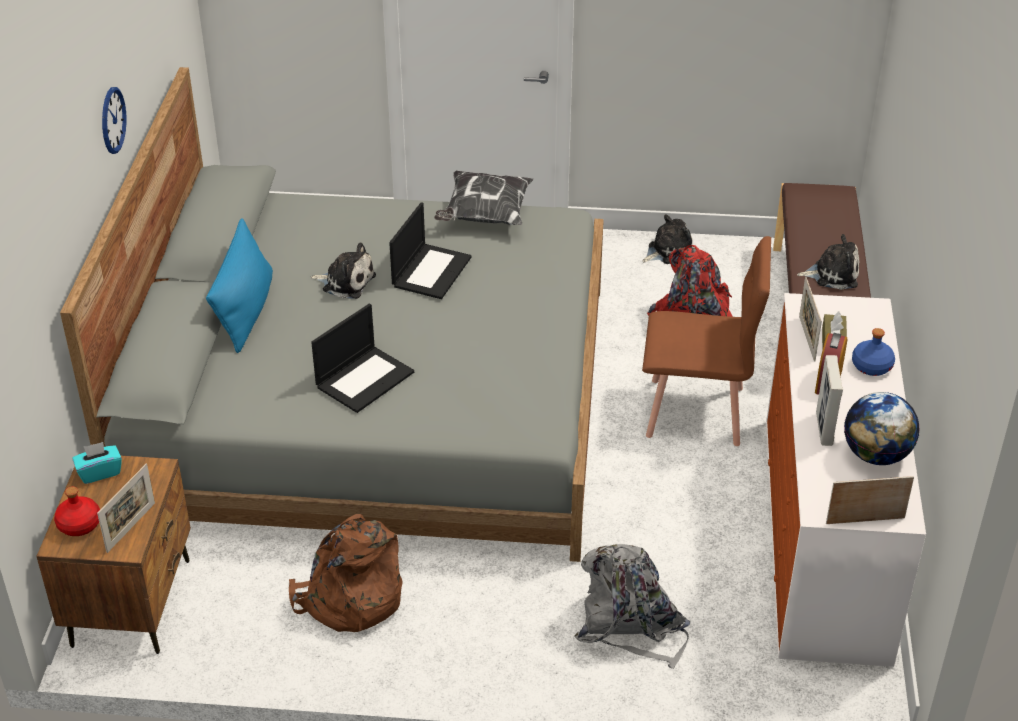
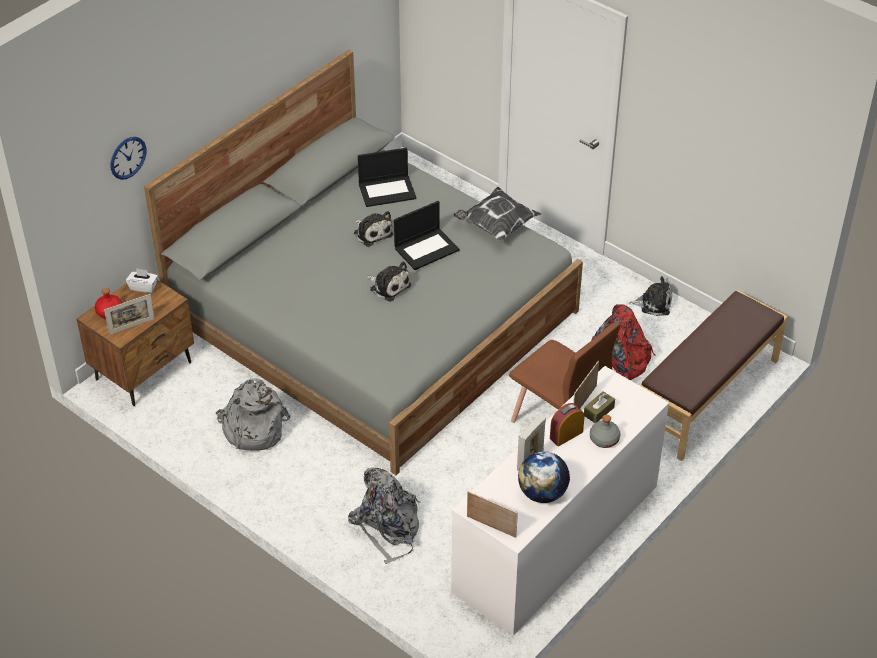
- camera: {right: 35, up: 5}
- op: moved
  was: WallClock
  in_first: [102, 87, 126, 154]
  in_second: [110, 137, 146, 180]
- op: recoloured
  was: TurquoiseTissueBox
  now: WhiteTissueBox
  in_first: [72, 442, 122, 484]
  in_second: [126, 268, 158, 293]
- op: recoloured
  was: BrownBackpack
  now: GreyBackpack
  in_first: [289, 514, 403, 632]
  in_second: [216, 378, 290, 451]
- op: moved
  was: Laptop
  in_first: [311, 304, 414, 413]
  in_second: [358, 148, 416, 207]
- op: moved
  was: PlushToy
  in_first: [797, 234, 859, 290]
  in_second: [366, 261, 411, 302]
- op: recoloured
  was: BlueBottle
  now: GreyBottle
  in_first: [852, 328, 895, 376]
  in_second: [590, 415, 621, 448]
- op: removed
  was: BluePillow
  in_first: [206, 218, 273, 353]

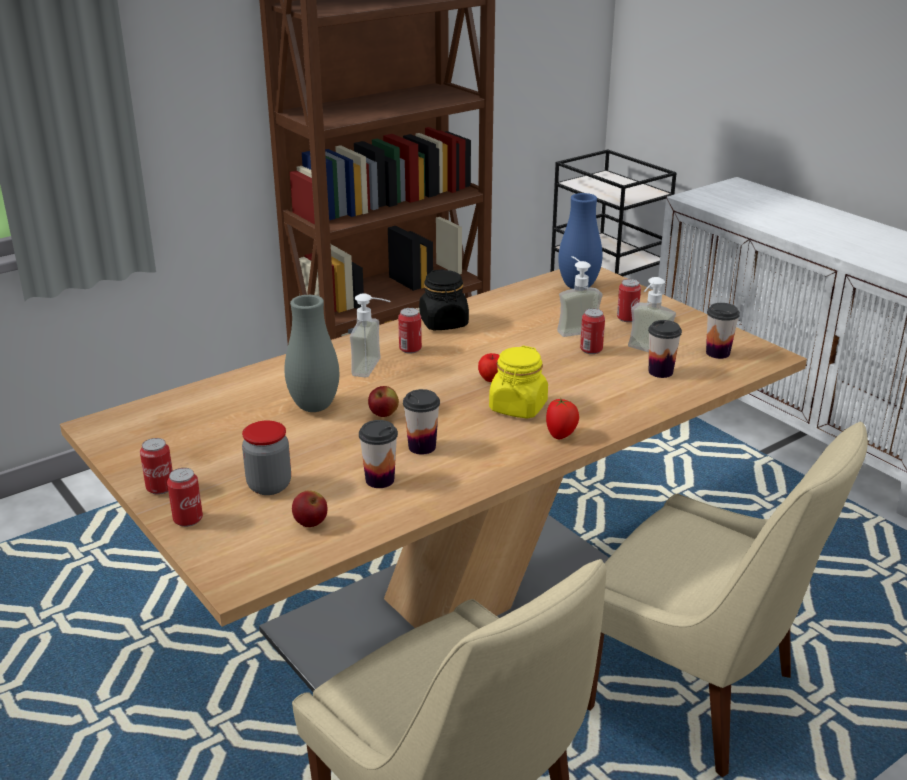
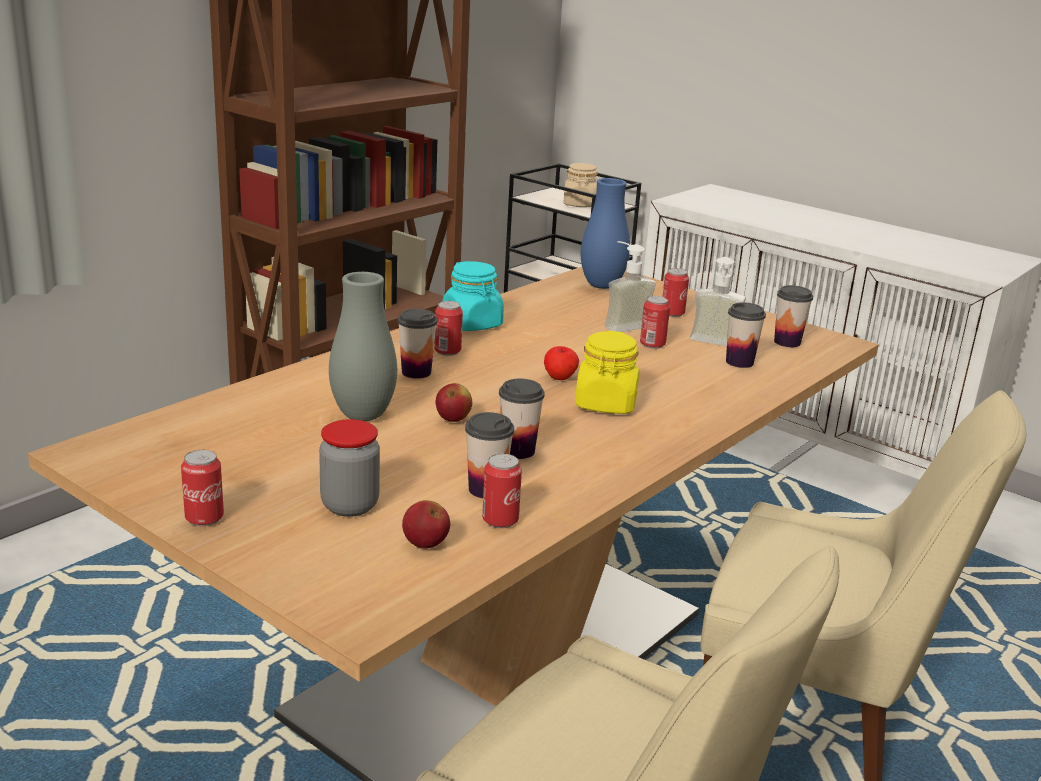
- camera: {right: -15, up: -5}
- op: replaced
  was: SoapDispenser
  now: Cup
  in_first: [350, 293, 391, 377]
  in_second: [398, 309, 437, 379]
- op: recoloured
  was: BlackJar
  now: TurquoiseJar
  in_first: [419, 269, 469, 330]
  in_second: [443, 261, 504, 331]
- op: moved
  was: Can
  in_first: [167, 468, 203, 527]
  in_second: [482, 454, 522, 528]
- op: added
  now: BeigeJar
  in_second: [563, 163, 598, 207]
- op: removed
  was: Tomato
  in_first: [546, 398, 579, 439]

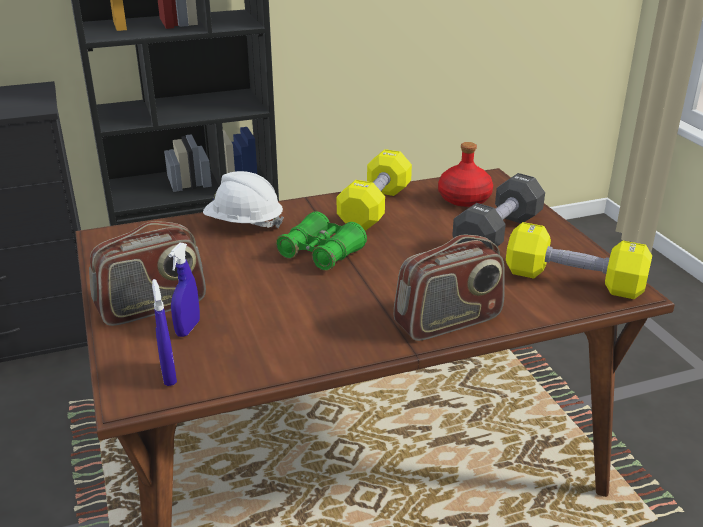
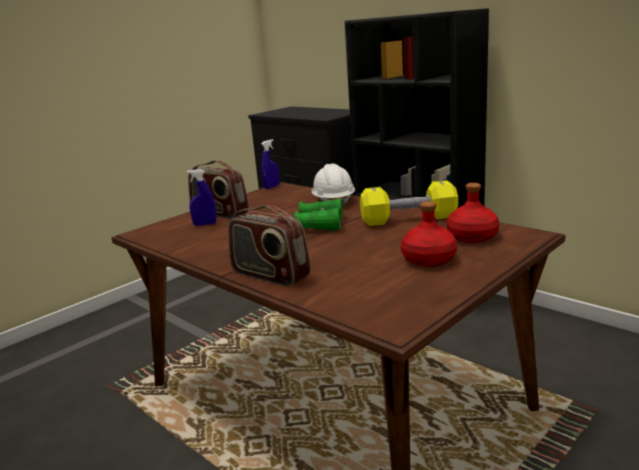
- camera: {right: 65, up: -10}
- op: moved
  was: BlueSprayBottle
  in_first: [152, 279, 177, 386]
  in_second: [261, 139, 280, 189]
- op: replaced
  was: BlackDumbbell
  now: RedBottle
  in_first: [452, 173, 545, 249]
  in_second: [401, 201, 457, 267]
- op: removed
  was: YellowDumbbell
  in_first: [506, 222, 652, 299]

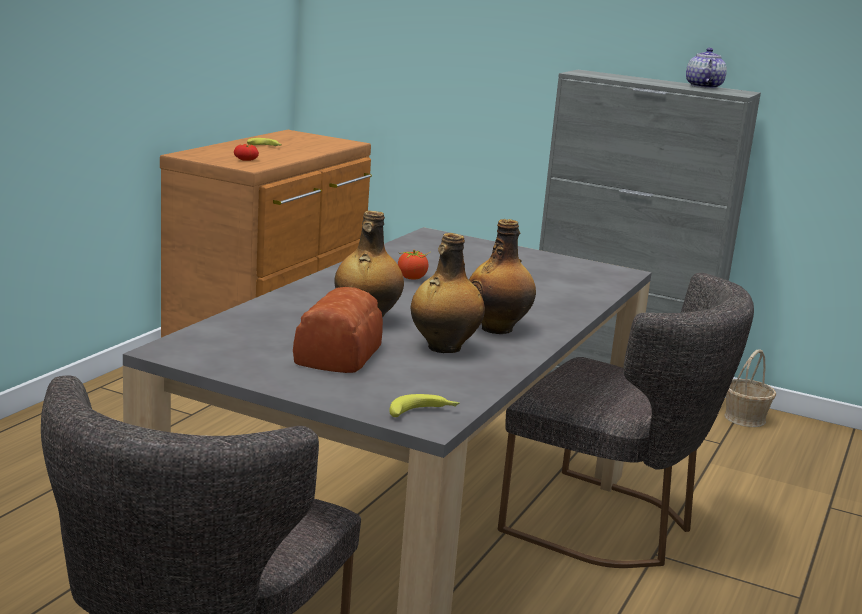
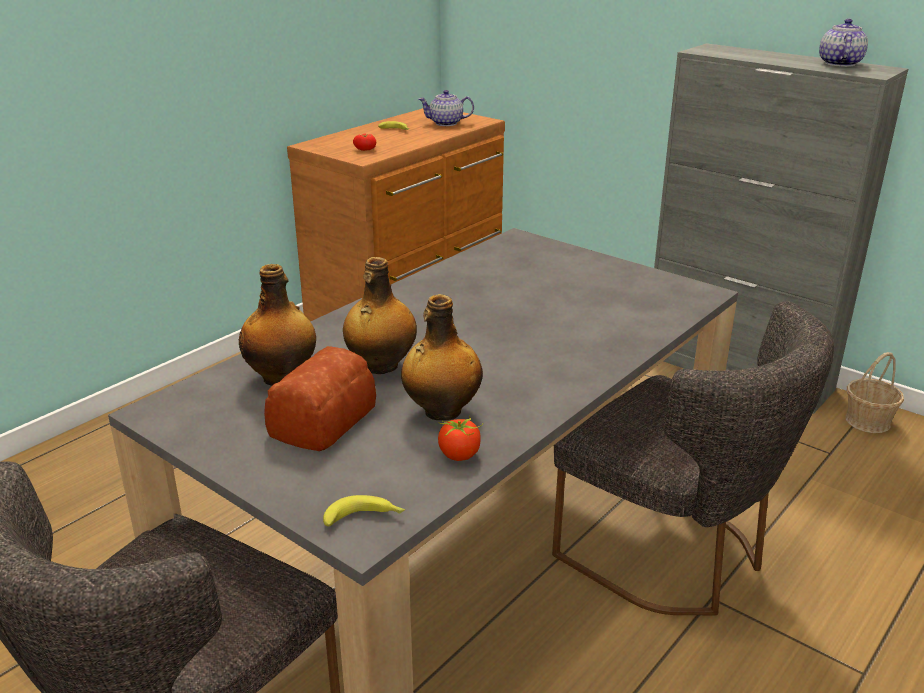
- camera: {right: 15, up: 10}
- op: moved
  was: Bottle
  in_first: [469, 219, 536, 334]
  in_second: [239, 264, 316, 386]
- op: added
  now: Teapot
  in_second: [418, 90, 474, 126]
- op: moved
  was: Tomato
  in_first: [398, 250, 431, 280]
  in_second: [438, 416, 483, 461]

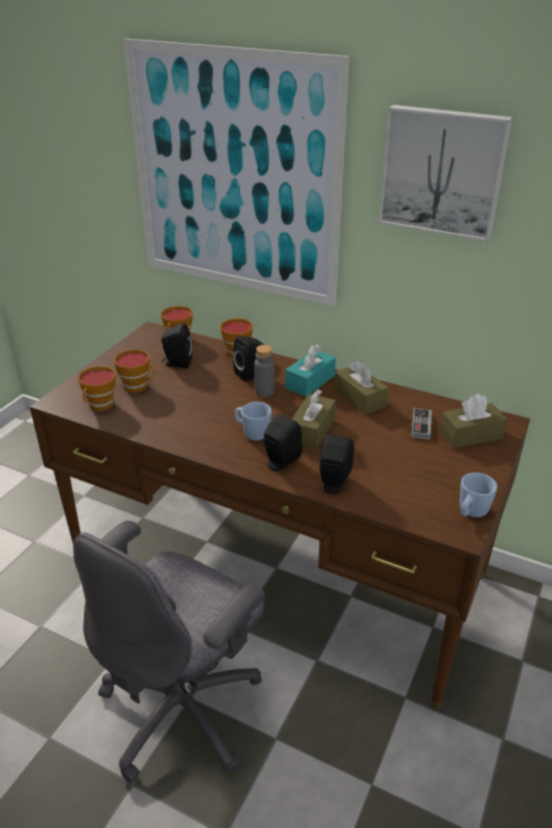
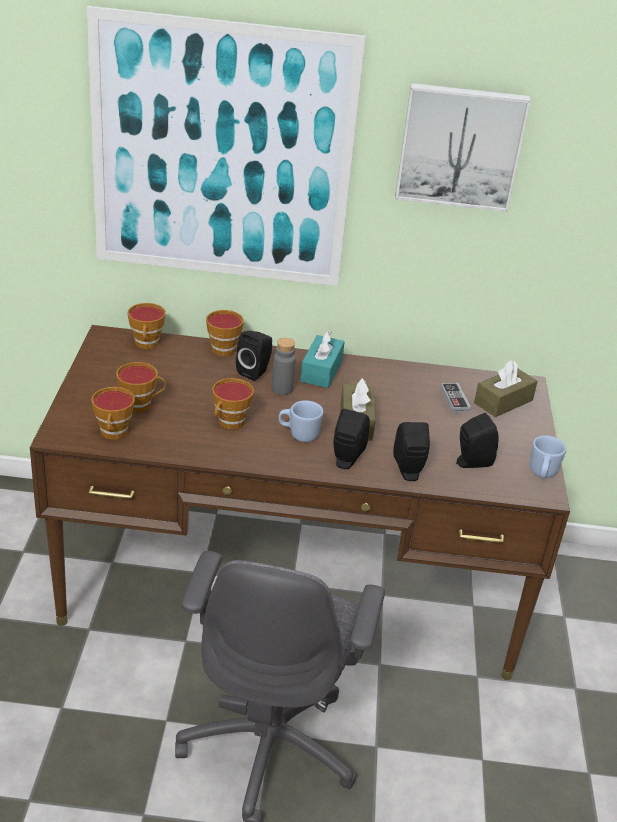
- camera: {right: -25, up: 0}
- op: added
  now: Cup
  in_second: [212, 378, 254, 429]
- op: moved
  was: BlackSpeaker
  in_first: [161, 323, 192, 368]
  in_second: [456, 413, 499, 468]
- op: removed
  was: BrownTissueBox
  in_first: [334, 360, 389, 415]

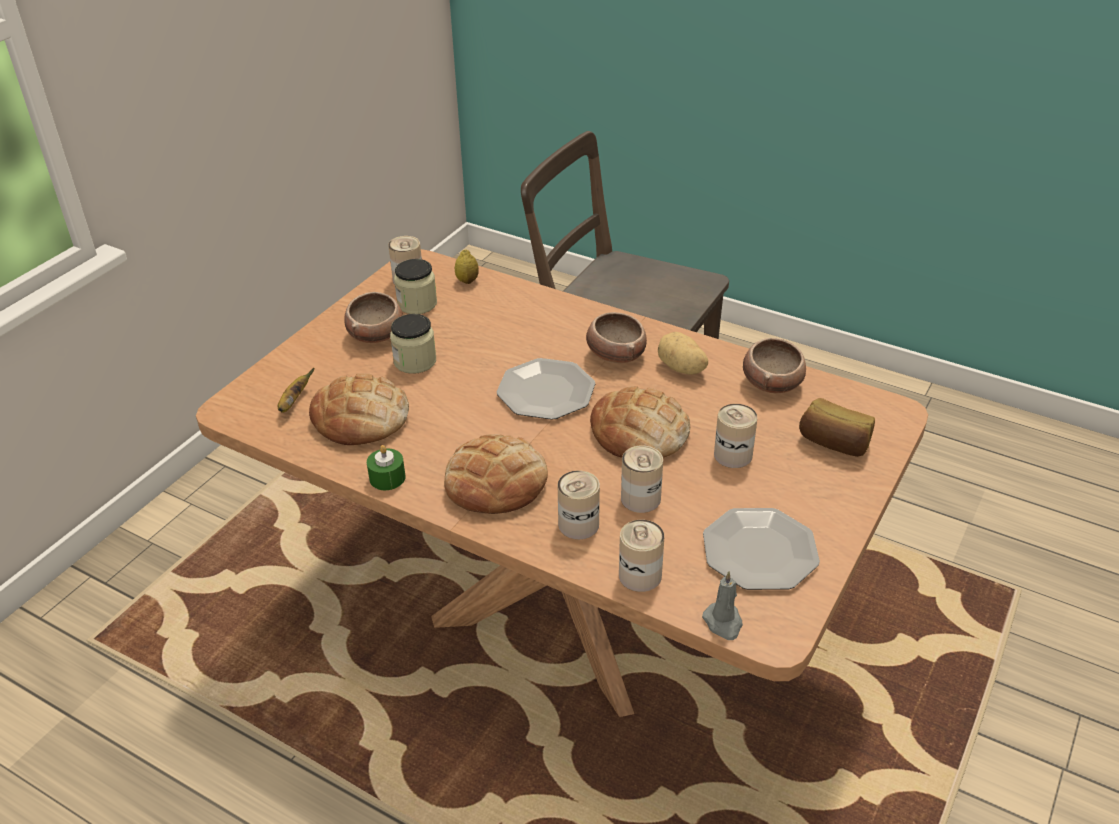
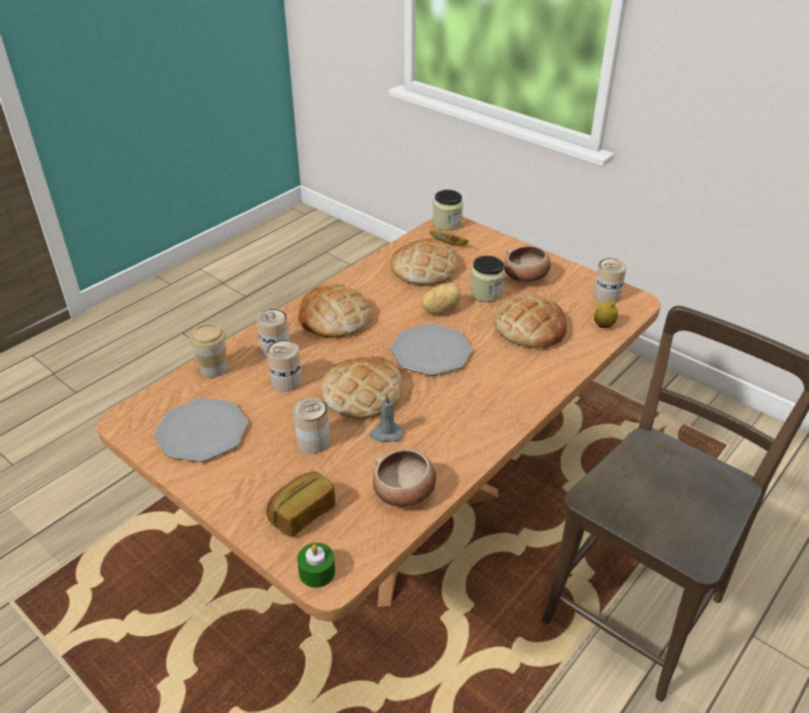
- camera: {right: 100, up: 0}
- op: replaced
  was: Can
  now: Cup
  in_first: [619, 520, 664, 592]
  in_second: [190, 324, 227, 378]
- op: moved
  was: GreenCandle
  in_first: [367, 445, 405, 490]
  in_second: [297, 543, 335, 588]
- op: moved
  was: GreyCandle
  in_first: [702, 571, 743, 640]
  in_second: [369, 394, 403, 442]
- op: moved
  was: Potato
  in_first: [658, 332, 708, 374]
  in_second: [421, 283, 461, 314]
- op: moved
  was: Jar
  in_first: [394, 259, 437, 314]
  in_second: [433, 190, 463, 231]
- op: added
  now: Bread
  in_second: [494, 294, 567, 348]
- op: removed
  was: Bowl
  in_first: [586, 312, 647, 363]

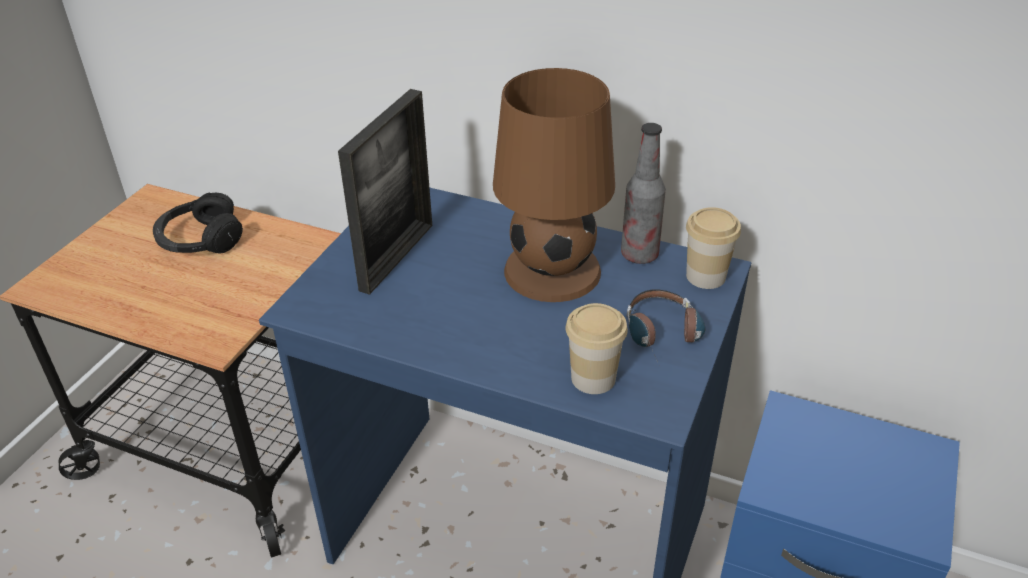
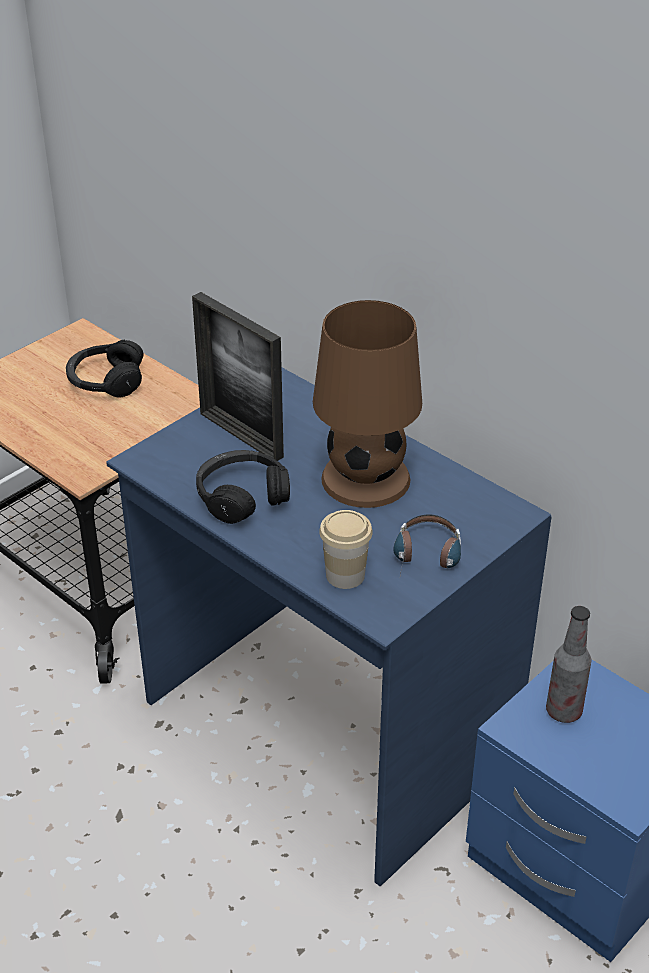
- camera: {right: 20, up: 0}
- op: turned
  was: PictureFrame
  in_first: [338, 89, 432, 295]
  in_second: [192, 292, 284, 461]
  clockwise: 90
- op: added
  now: BlackHeadphones
  in_second: [196, 450, 290, 524]
- op: moved
  was: Bottle
  in_first: [621, 123, 666, 264]
  in_second: [546, 606, 592, 723]
- op: removed
  was: Cup
  in_first: [686, 207, 741, 289]

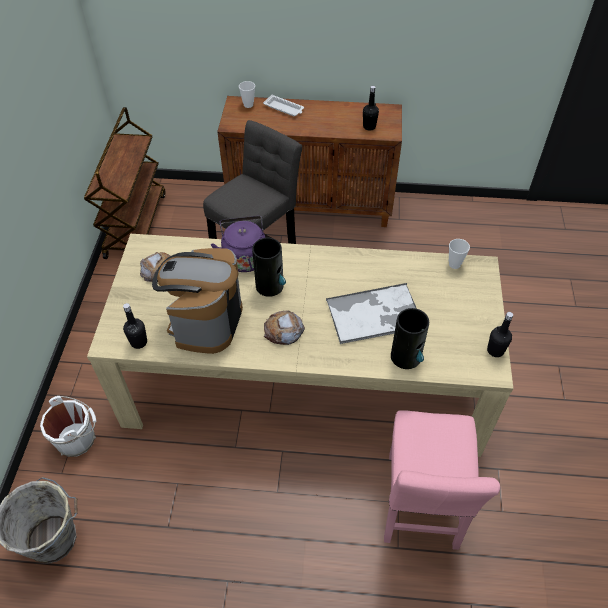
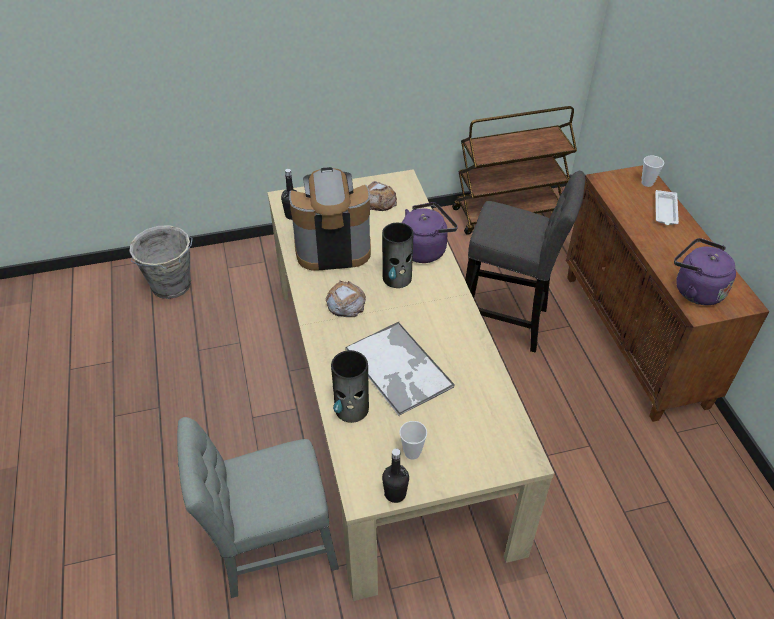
- camera: {right: 70, up: -5}
- op: recoloured
  was: PinkChair
  now: GreyChair
  in_first: [384, 410, 500, 550]
  in_second: [177, 417, 339, 598]
- op: moved
  was: Cup
  in_first: [449, 239, 470, 269]
  in_second: [399, 421, 427, 460]
- op: replaced
  was: BlackBottle
  now: PurpleKettle
  in_first: [363, 86, 379, 131]
  in_second: [674, 238, 736, 305]
- op: removed
  was: WhiteBucket
  in_first: [40, 396, 96, 457]

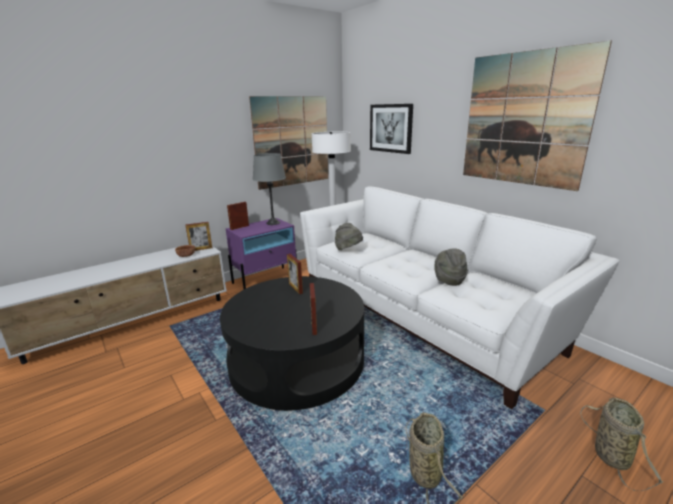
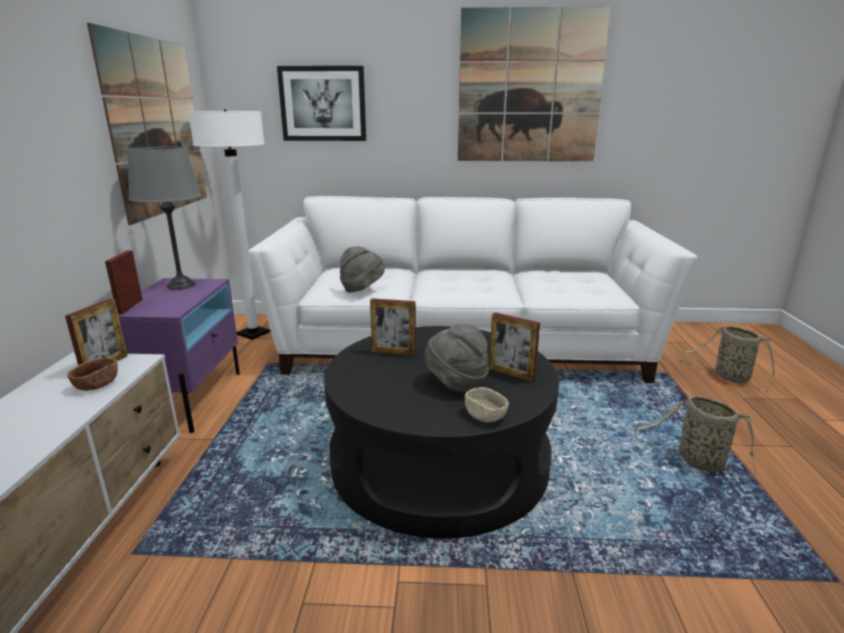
- camera: {right: -50, up: 0}
- op: moved
  was: GreyHat
  in_first: [434, 248, 467, 286]
  in_second: [424, 324, 489, 392]
- op: added
  now: BeigeBowl
  in_second: [465, 387, 509, 422]

